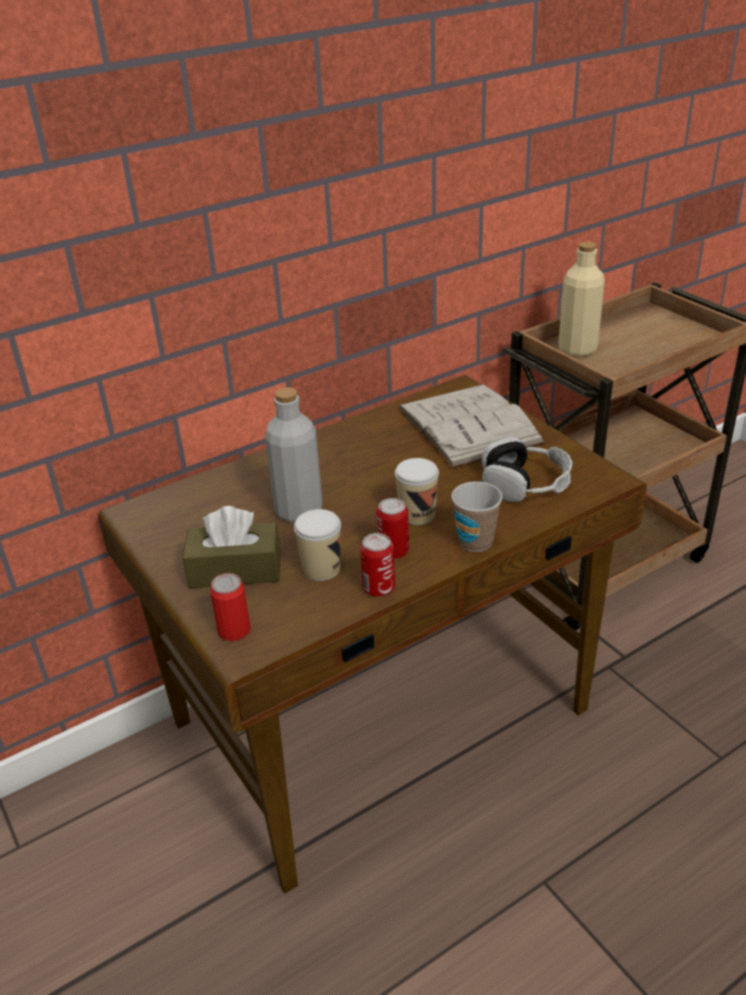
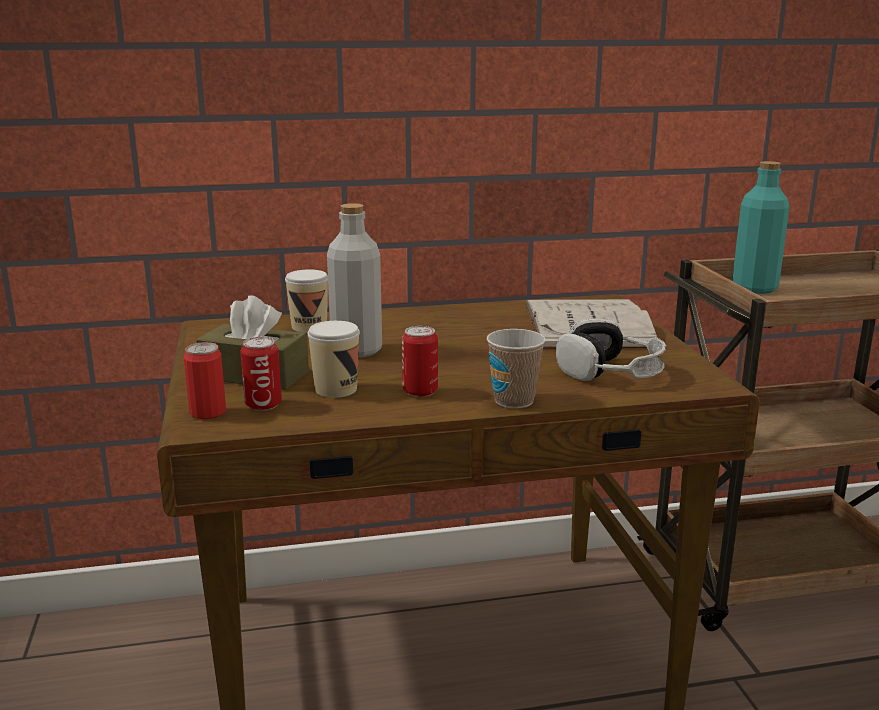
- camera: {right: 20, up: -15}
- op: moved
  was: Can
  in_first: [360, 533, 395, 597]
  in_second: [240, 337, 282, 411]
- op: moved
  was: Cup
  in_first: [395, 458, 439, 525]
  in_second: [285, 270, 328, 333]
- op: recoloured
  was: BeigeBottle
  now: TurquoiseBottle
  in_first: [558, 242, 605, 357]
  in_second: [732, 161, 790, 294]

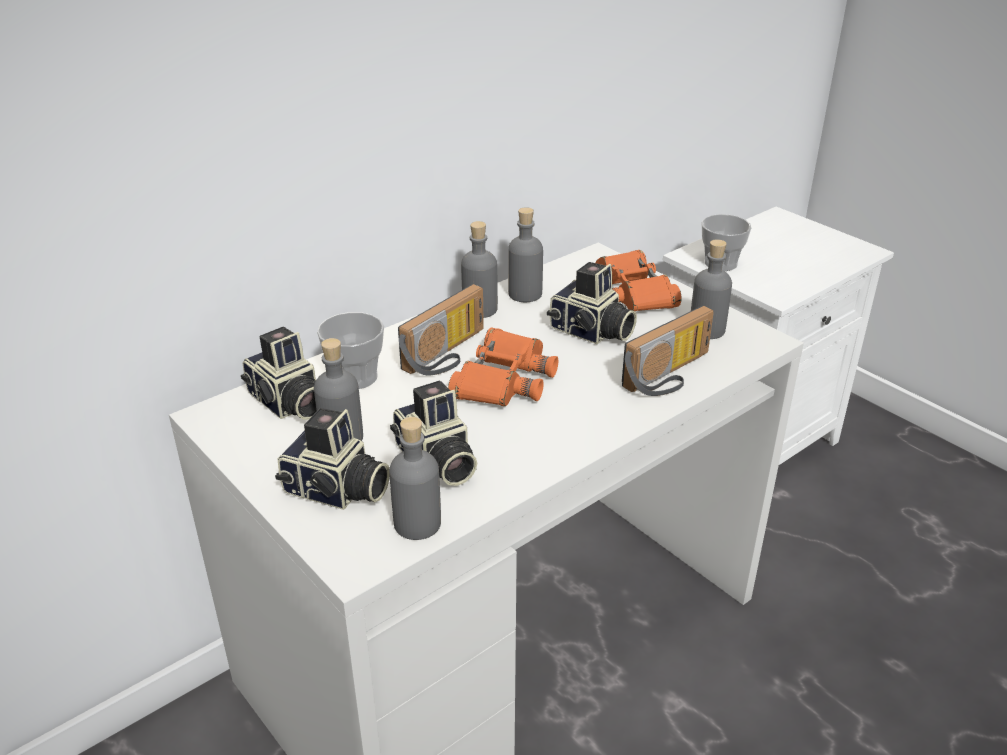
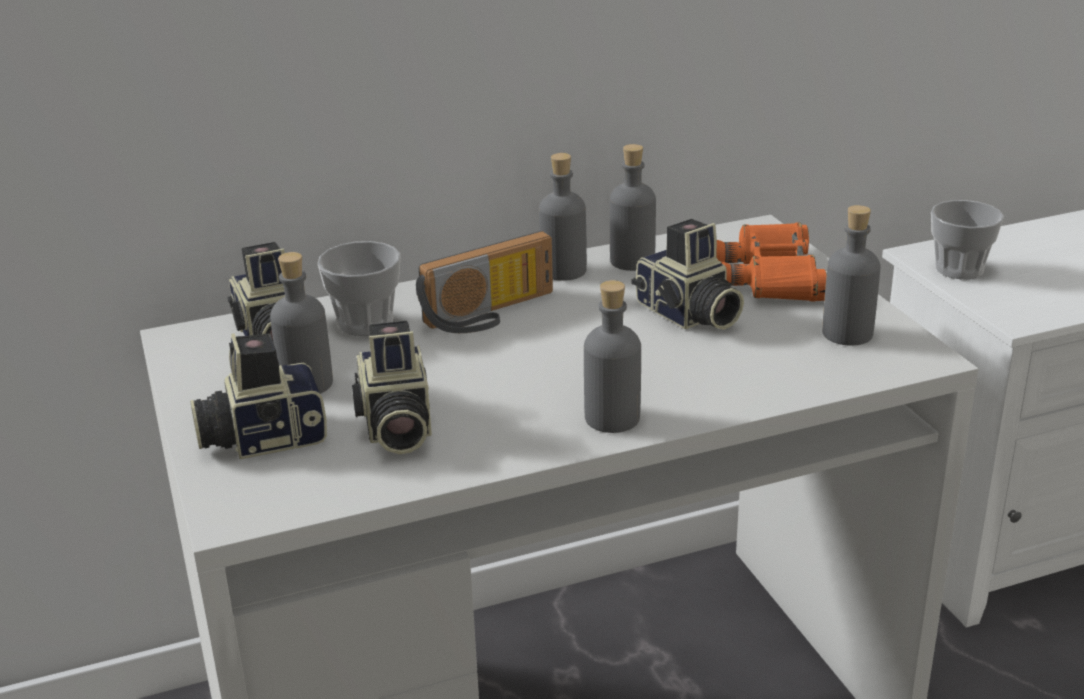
- camera: {right: 20, up: -5}
- op: turned
  was: PhotoCamera
  in_first: [275, 408, 390, 510]
  in_second: [190, 333, 327, 459]
  clockwise: 120
- op: moved
  was: GreyBottle
  in_first: [389, 417, 441, 540]
  in_second: [584, 280, 641, 433]
- op: removed
  was: OrangeBinoculars
  in_first: [448, 328, 558, 406]
- op: removed
  was: Radio
  in_first: [622, 305, 714, 396]

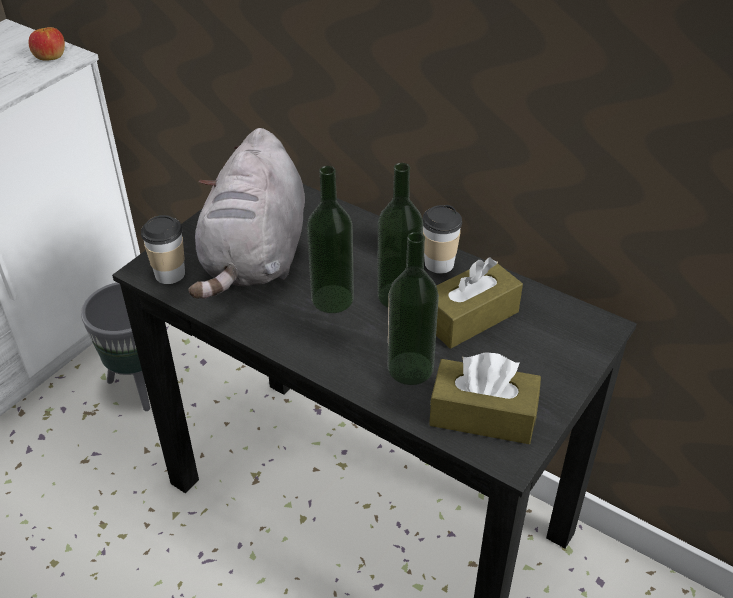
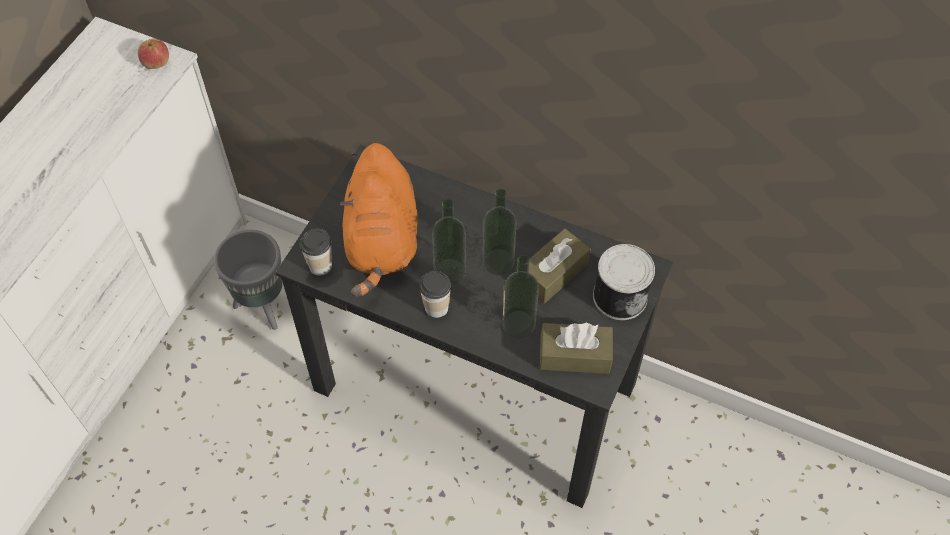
- camera: {right: -10, up: 15}
- op: recoloured
  was: GreyPlushToy
  now: OrangePlushToy
  in_first: [188, 128, 305, 299]
  in_second: [340, 143, 418, 297]
- op: moved
  was: Cup
  in_first: [422, 205, 462, 274]
  in_second: [419, 271, 451, 318]
- op: added
  now: Can
  in_second: [593, 244, 655, 320]

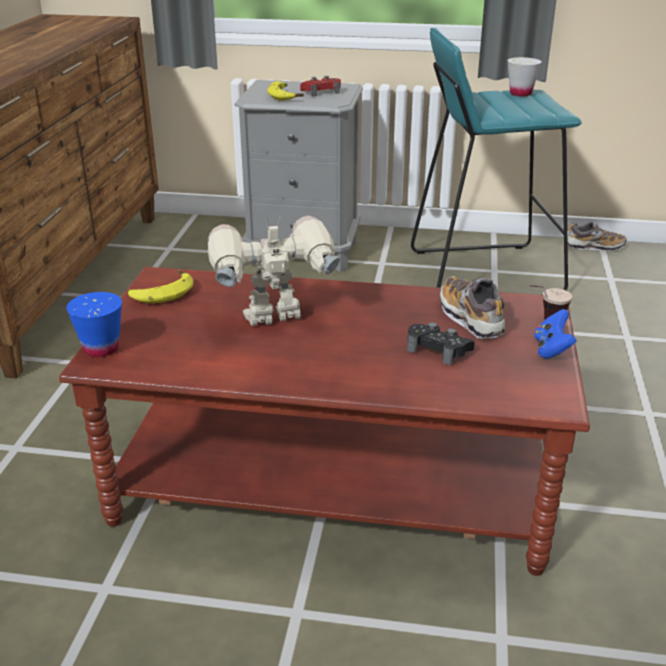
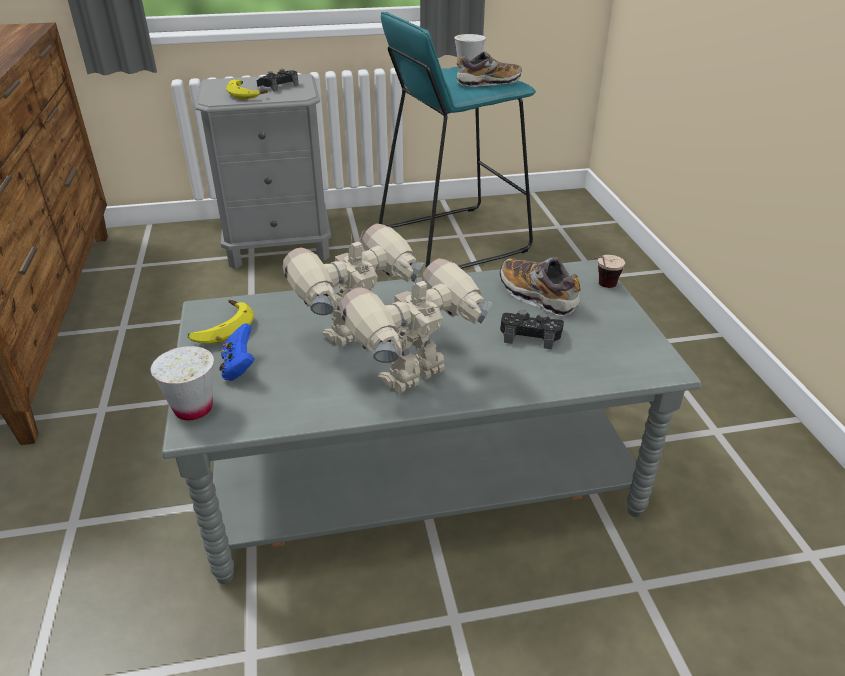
- camera: {right: -20, up: 5}
- op: recoloured
  was: BlueCup
  now: WhiteCup
  in_first: [66, 292, 122, 357]
  in_second: [151, 346, 214, 420]
- op: recoloured
  was: BrownCoffeeTable
  now: GreyCoffeeTable
  in_first: [59, 267, 590, 576]
  in_second: [162, 260, 701, 584]
- op: moved
  was: BlueGameController
  in_first: [534, 309, 576, 359]
  in_second: [220, 323, 255, 381]
- op: recoloured
  was: RedGameController
  now: BlackGameController
  in_first: [300, 76, 341, 96]
  in_second: [257, 69, 299, 92]
- op: added
  now: ToyRobot
  in_second: [339, 259, 492, 394]
- op: moved
  was: Shoe
  in_first: [567, 222, 627, 251]
  in_second: [457, 51, 522, 87]

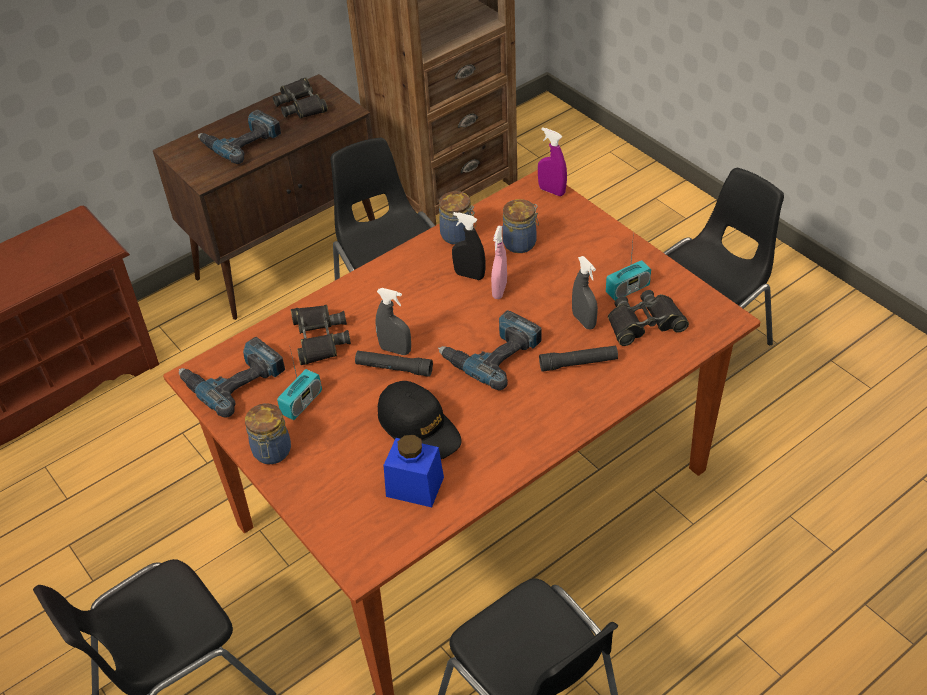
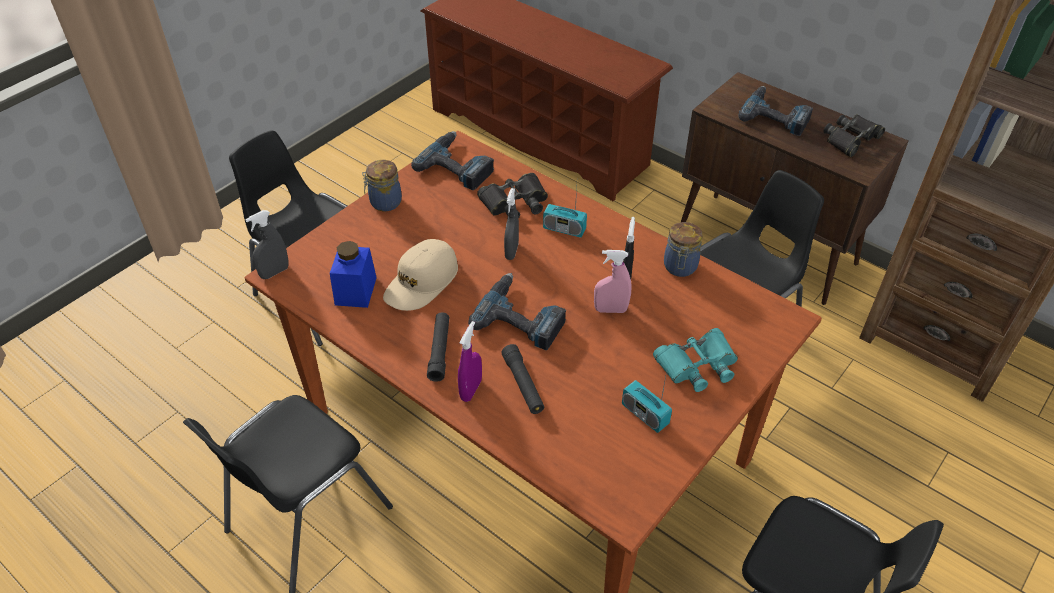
- camera: {right: 75, up: 0}
- op: moved
  was: GreySprayBottle
  in_first: [572, 256, 598, 330]
  in_second: [245, 210, 289, 279]
- op: recoloured
  was: BlackCap
  now: BeigeCap
  in_first: [378, 381, 462, 459]
  in_second: [383, 239, 458, 311]
- op: moved
  was: BlackFlashlight
  in_first: [355, 351, 433, 377]
  in_second: [427, 313, 449, 382]
- op: moved
  was: PurpleSprayBottle
  in_first: [538, 127, 567, 196]
  in_second: [458, 321, 482, 402]
- op: moved
  was: Radio
  in_first: [277, 345, 322, 420]
  in_second: [543, 187, 587, 238]
- op: added
  now: TurquoiseBinoculars
  in_second: [653, 328, 738, 392]
- op: removed
  was: Jar
  in_first: [502, 199, 539, 253]
- op: removed
  was: BlackBinoculars
  in_first: [608, 290, 689, 346]

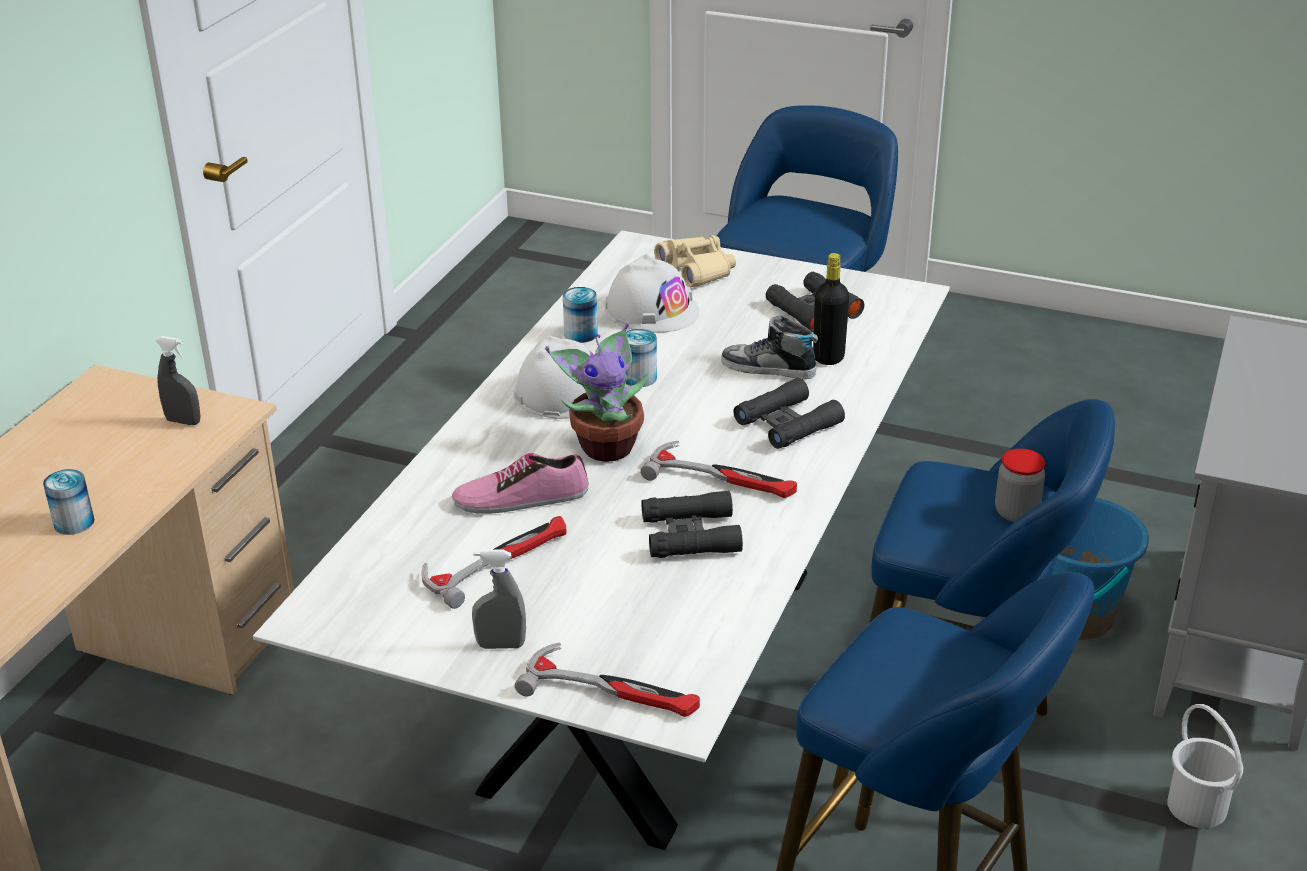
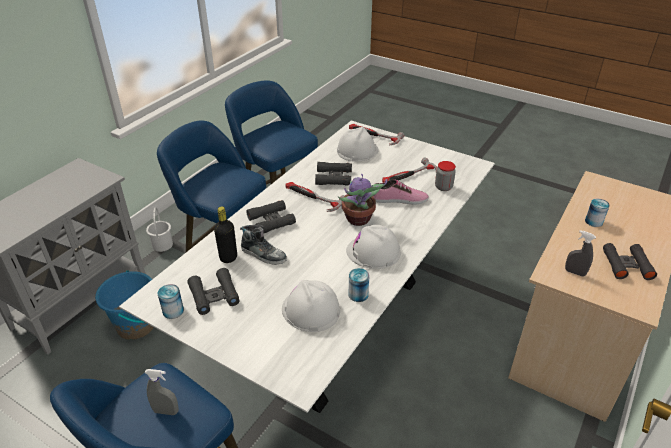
- camera: {right: -170, up: 5}
- op: moved
  was: GreySprayBottle
  in_first: [472, 550, 526, 649]
  in_second: [144, 369, 179, 415]
- op: moved
  was: Can
  in_first: [626, 329, 657, 387]
  in_second: [158, 284, 184, 319]
- op: added
  now: WhiteHardHat
  in_second: [337, 127, 379, 162]
- op: moved
  was: Jar
  in_first: [995, 449, 1045, 522]
  in_second: [435, 161, 456, 191]
- op: added
  now: BlackBinoculars
  in_second: [603, 243, 657, 280]
- op: removed
  was: BeigeBinoculars
  in_first: [654, 235, 736, 287]

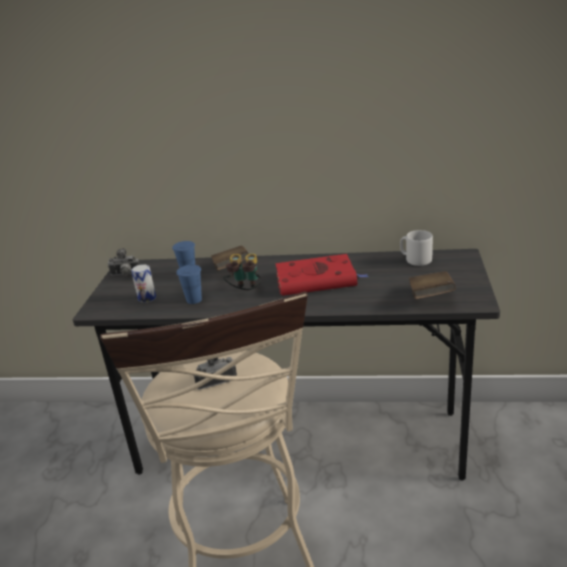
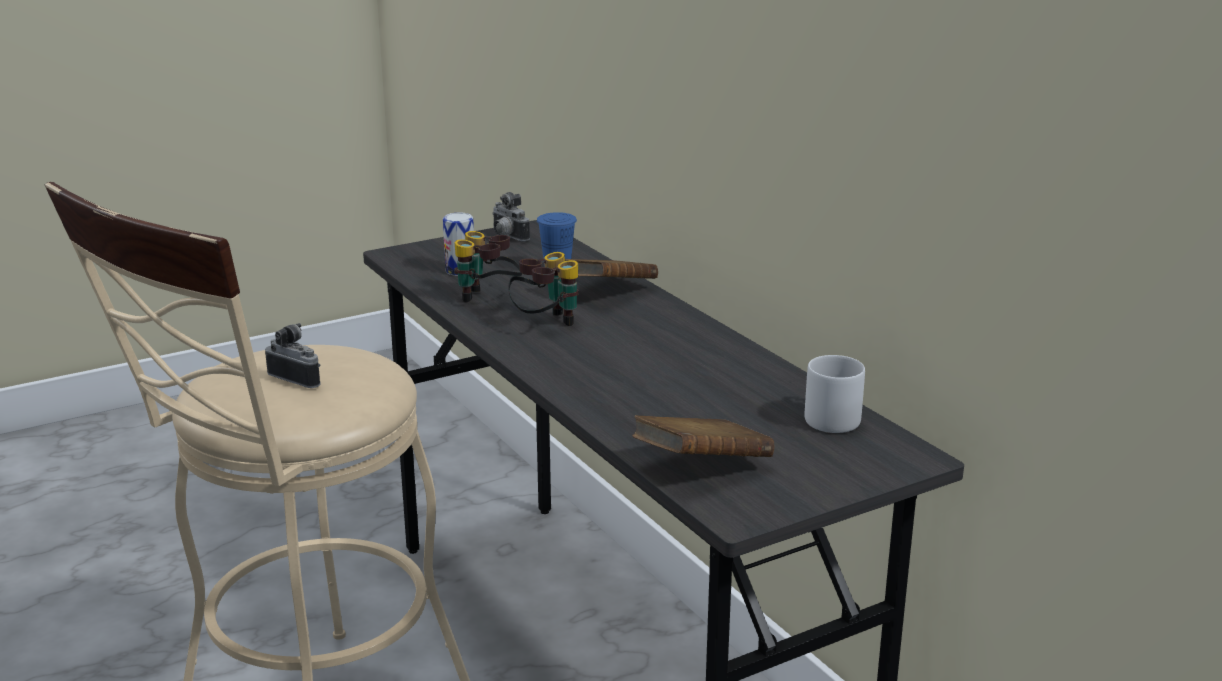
- camera: {right: 50, up: -5}
- op: replaced
  was: BlueCup
  now: Binoculars
  in_first: [176, 265, 202, 304]
  in_second: [454, 231, 522, 303]
- op: removed
  was: RedBook
  in_first: [275, 254, 368, 296]

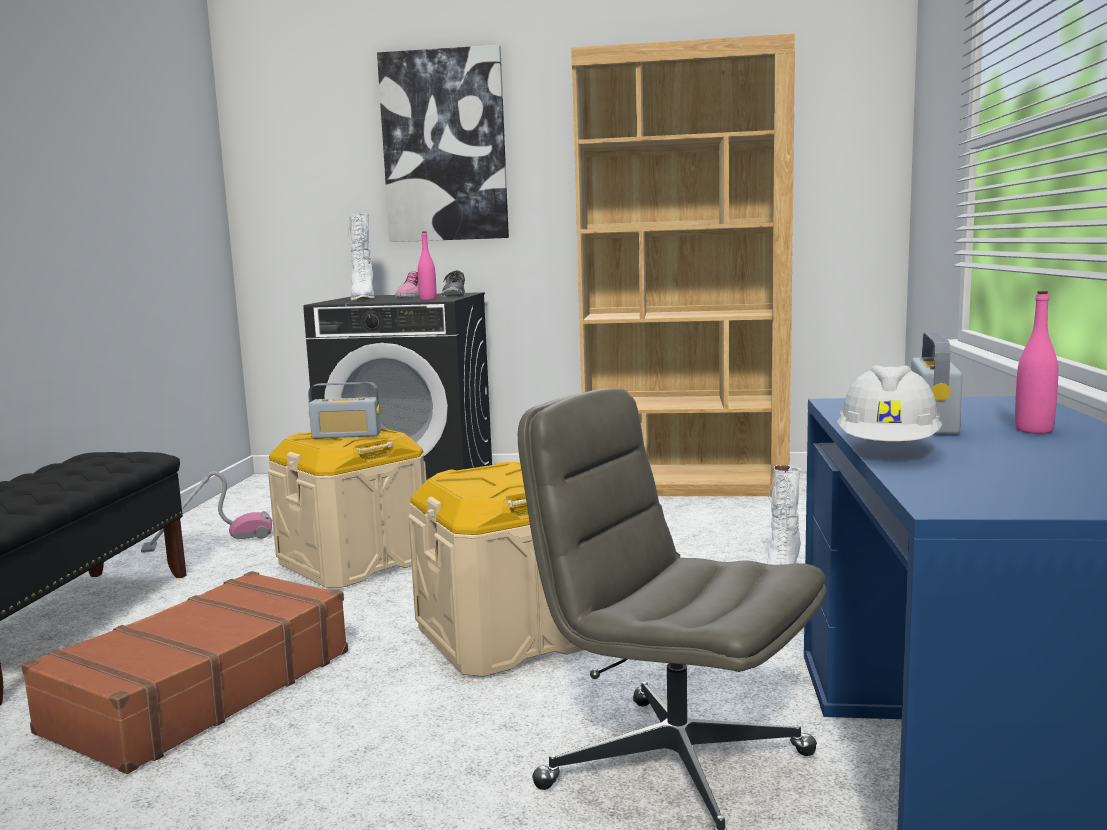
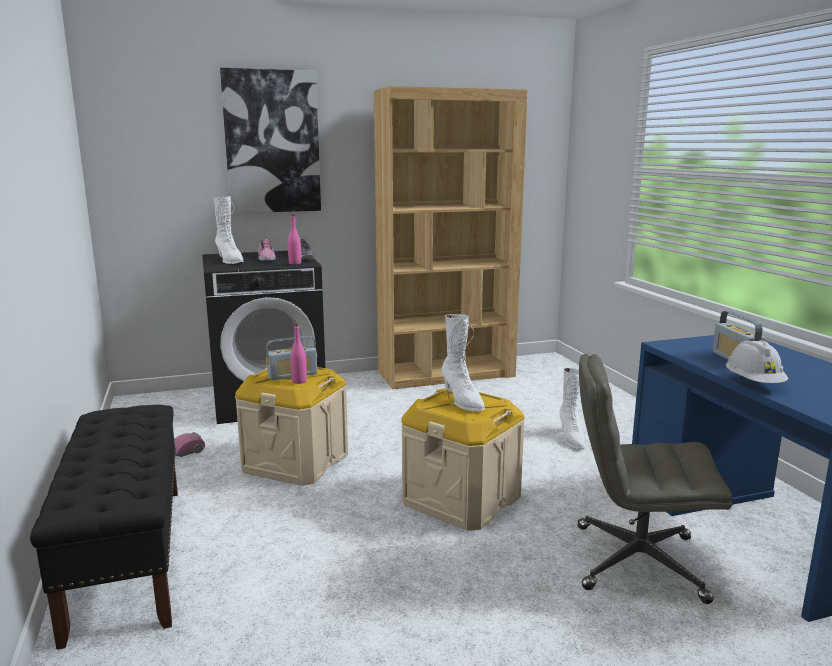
- camera: {right: -25, up: 5}
- op: moved
  was: PinkBottle
  in_first: [1015, 291, 1058, 433]
  in_second: [290, 324, 307, 384]
- op: added
  now: WhiteBoot
  in_second: [442, 314, 485, 411]
- op: removed
  was: BrownSuitcase
  in_first: [21, 571, 348, 774]

